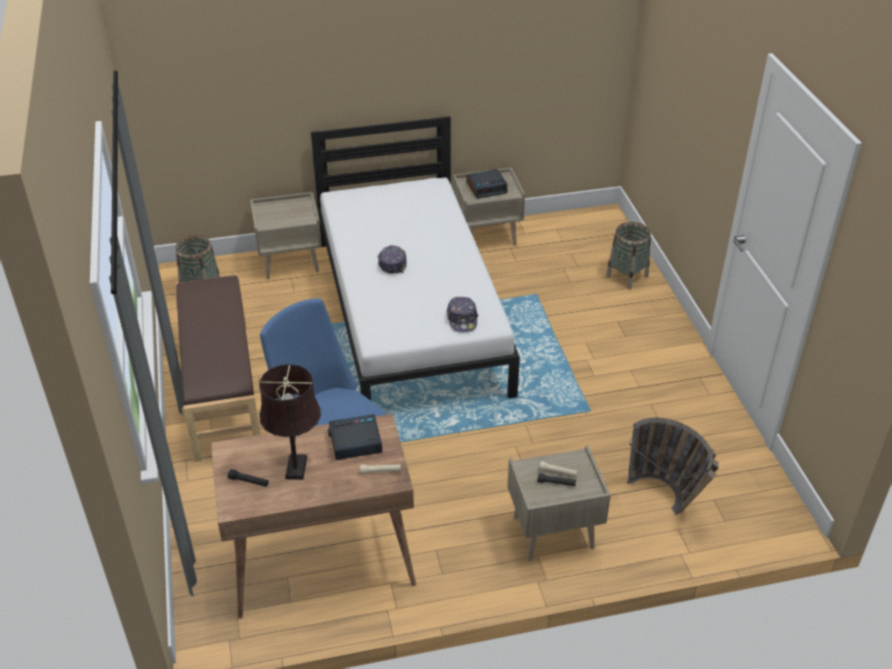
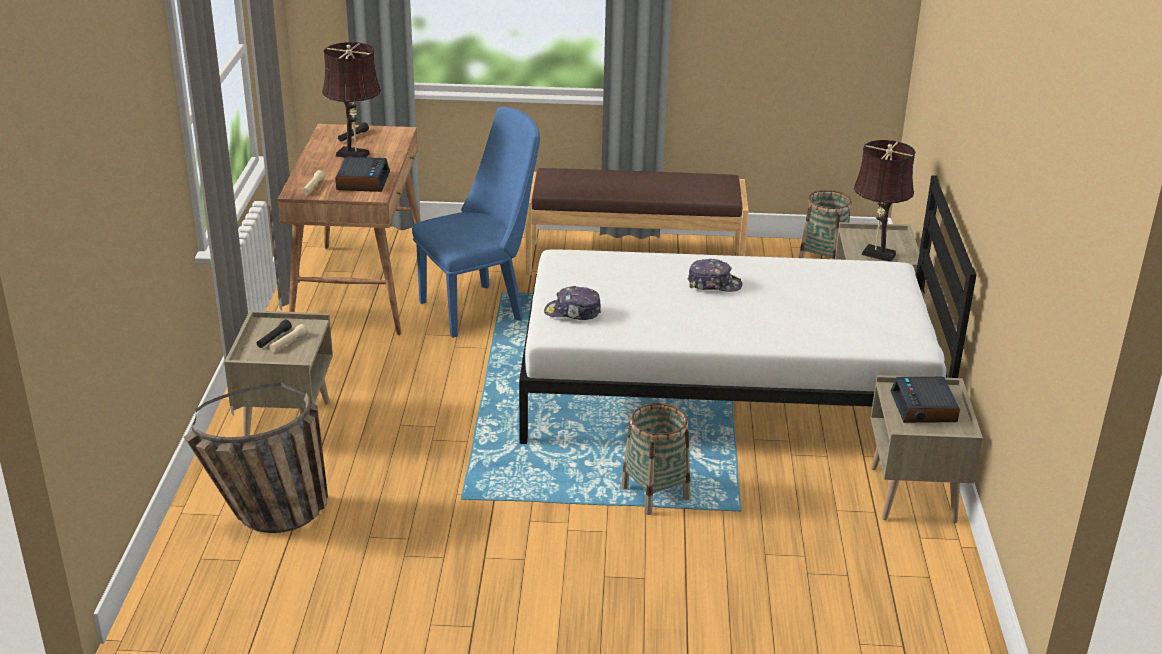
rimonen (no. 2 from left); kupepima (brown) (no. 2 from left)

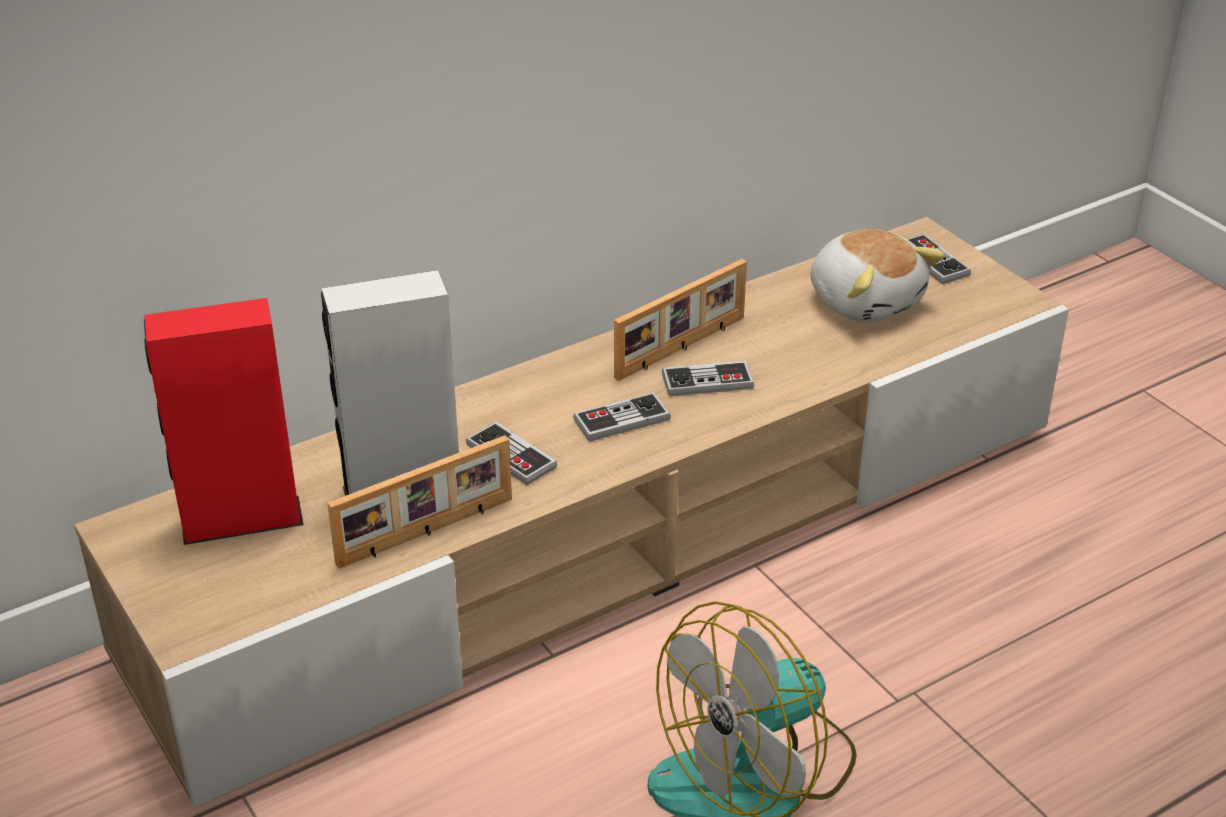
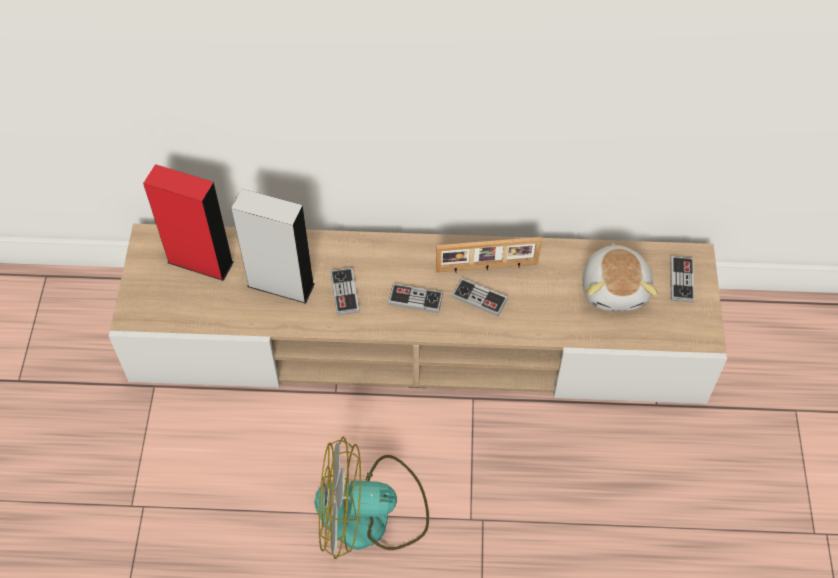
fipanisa (no. 1 from left in the first image)

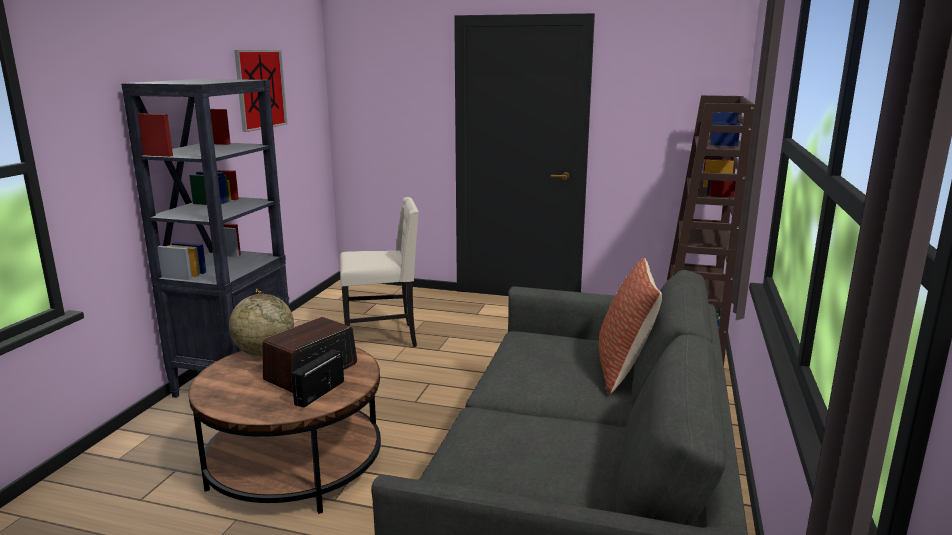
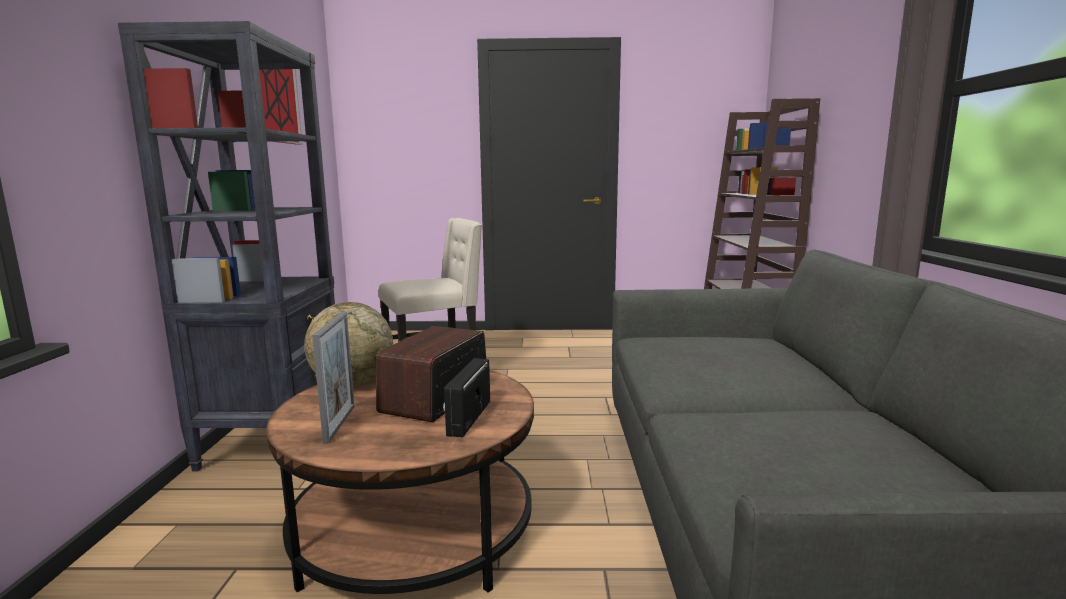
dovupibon; fipanisa

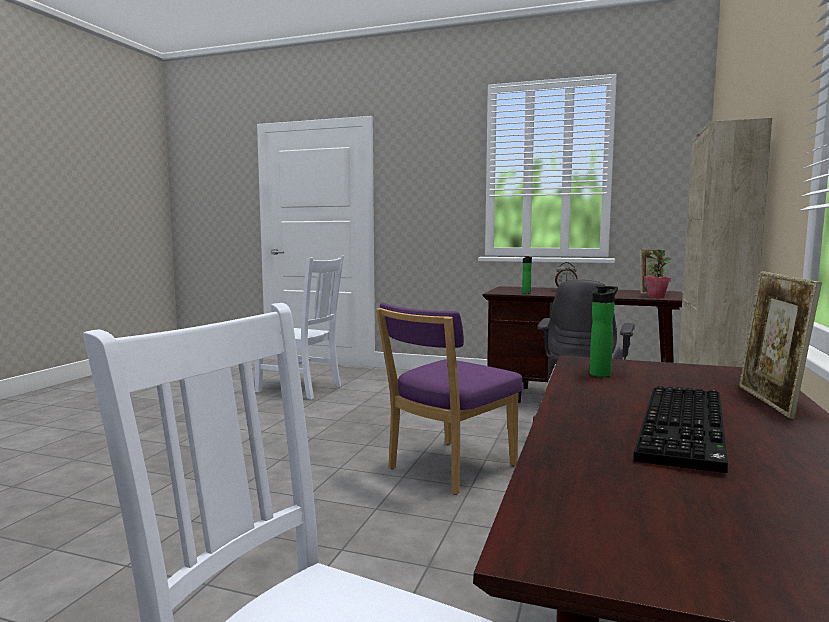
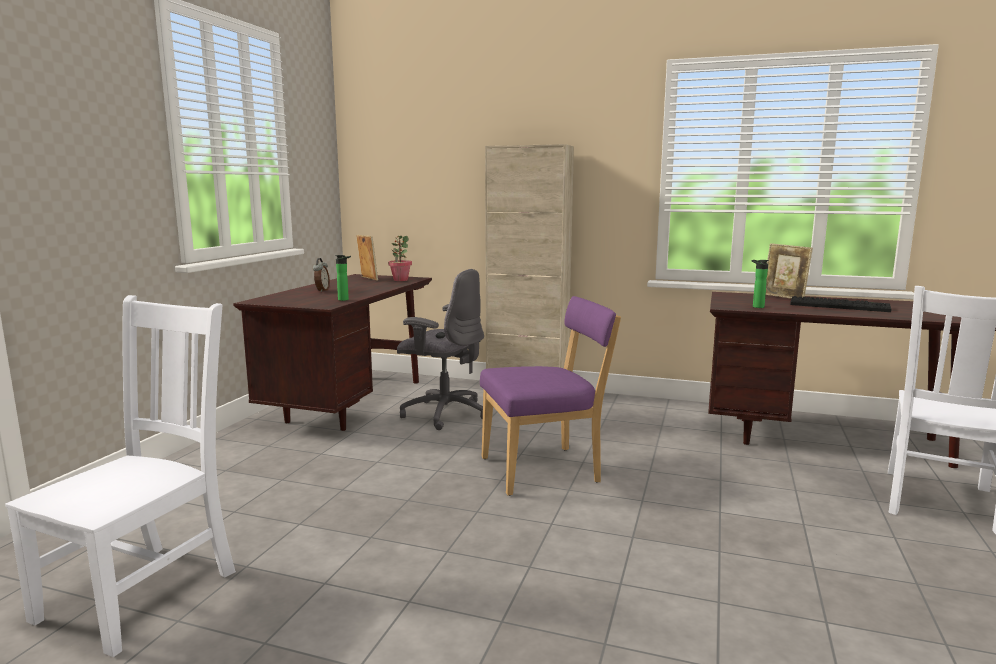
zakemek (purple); fipanisa (no. 2 from left)

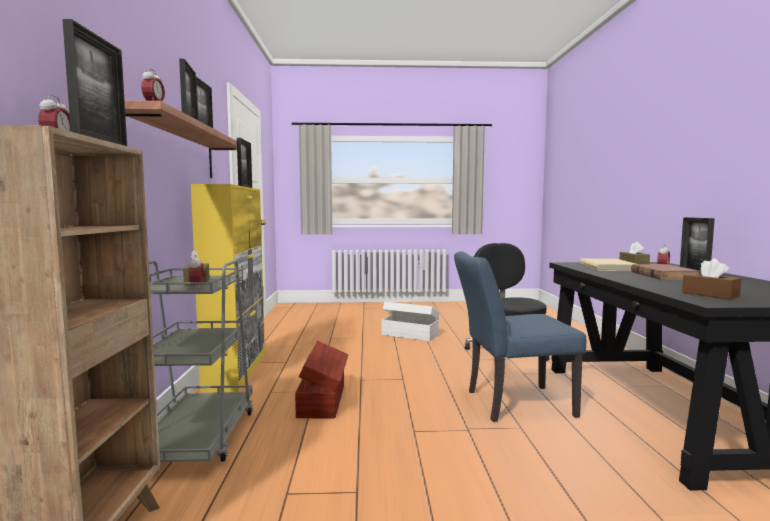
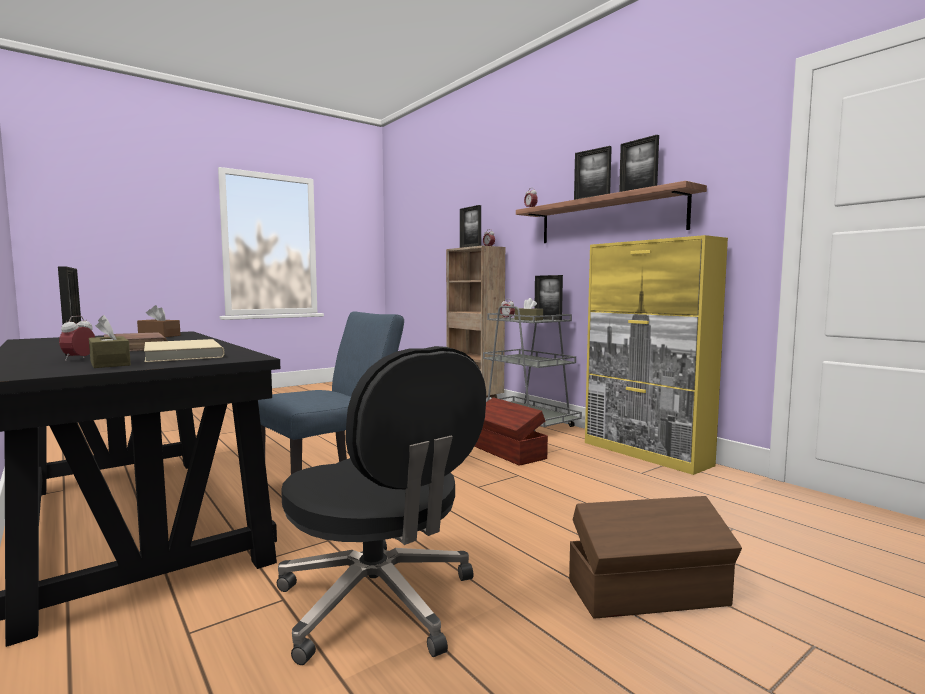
fipanisa (no. 3 from left); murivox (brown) (no. 2 from left)

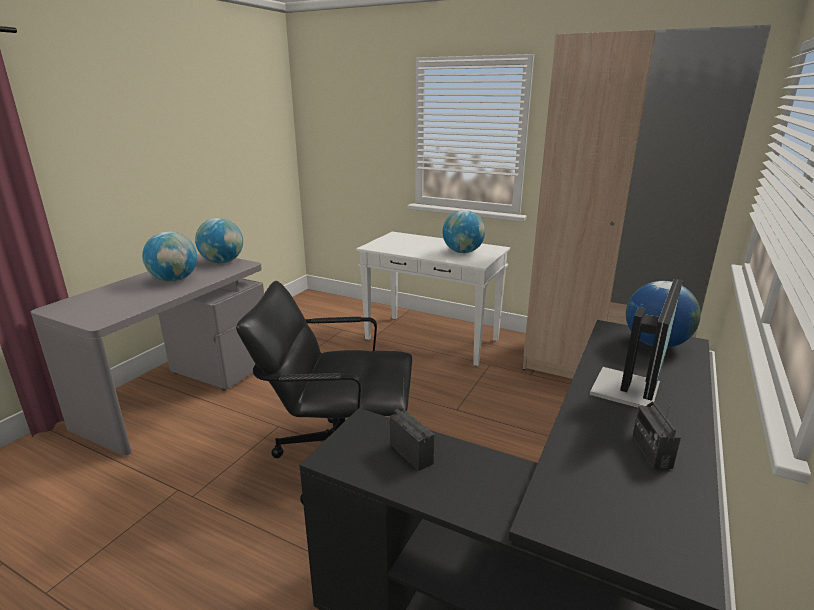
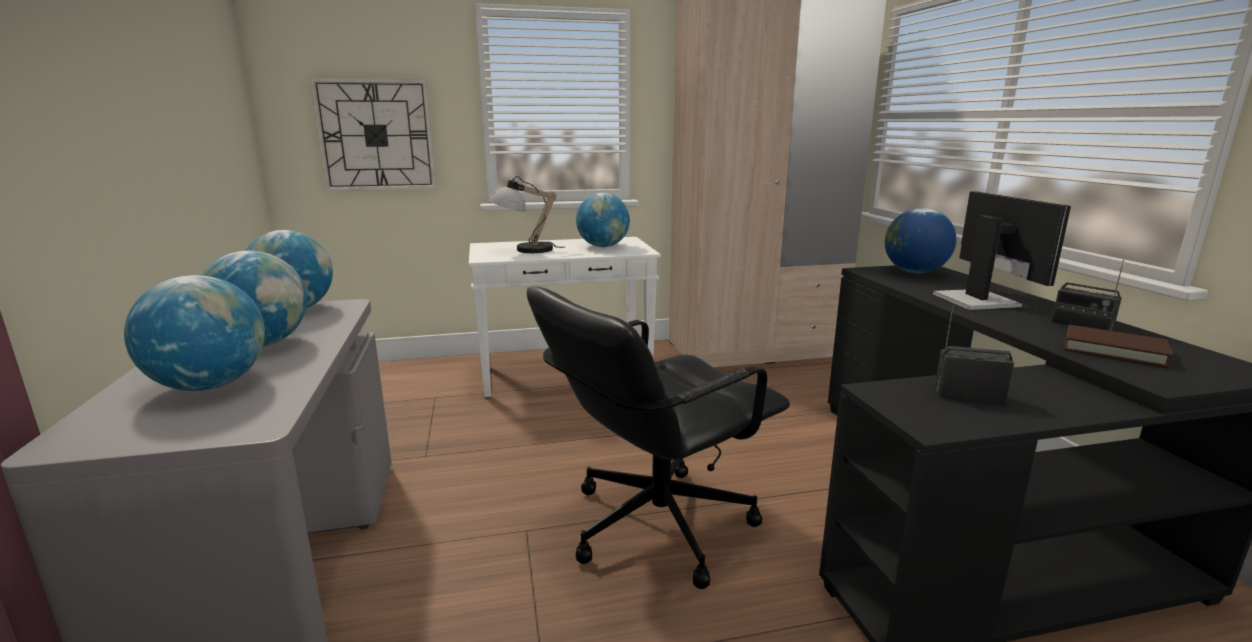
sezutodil (no. 1 from left); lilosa; kupepima; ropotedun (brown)

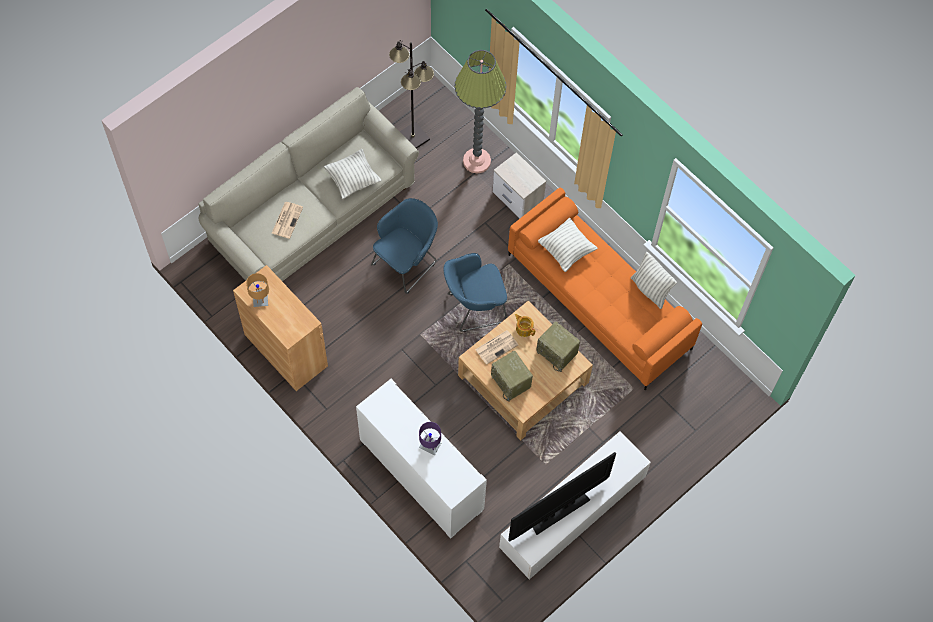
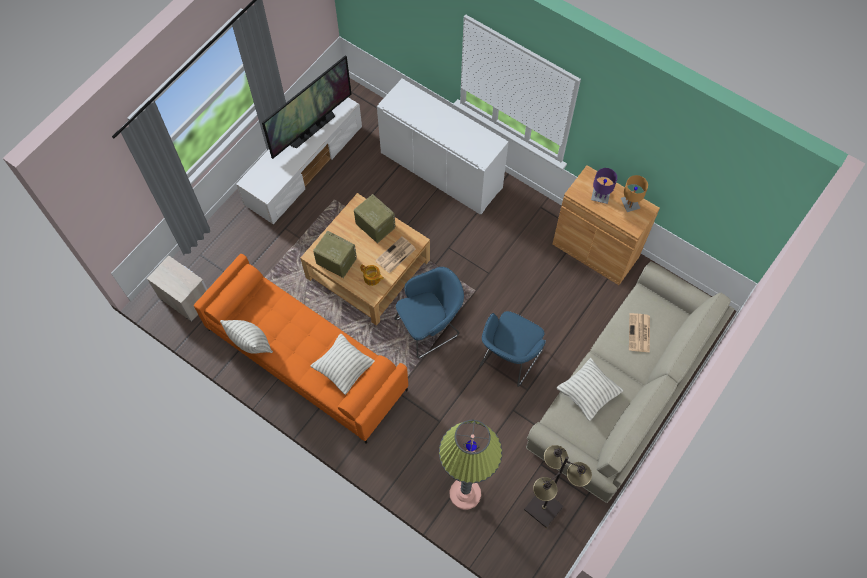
kupepima (purple); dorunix

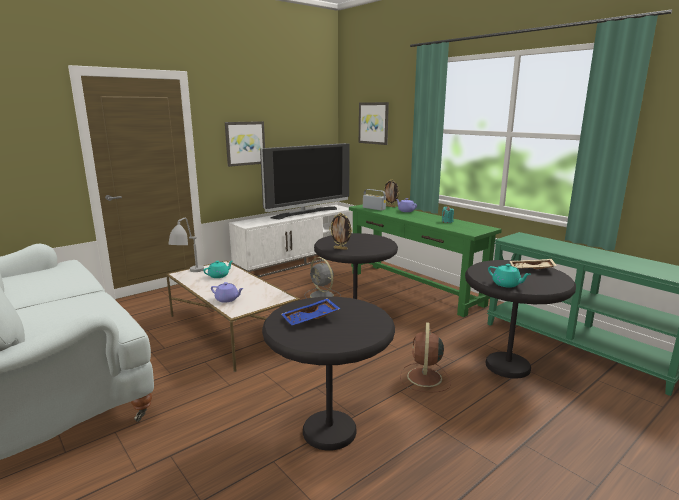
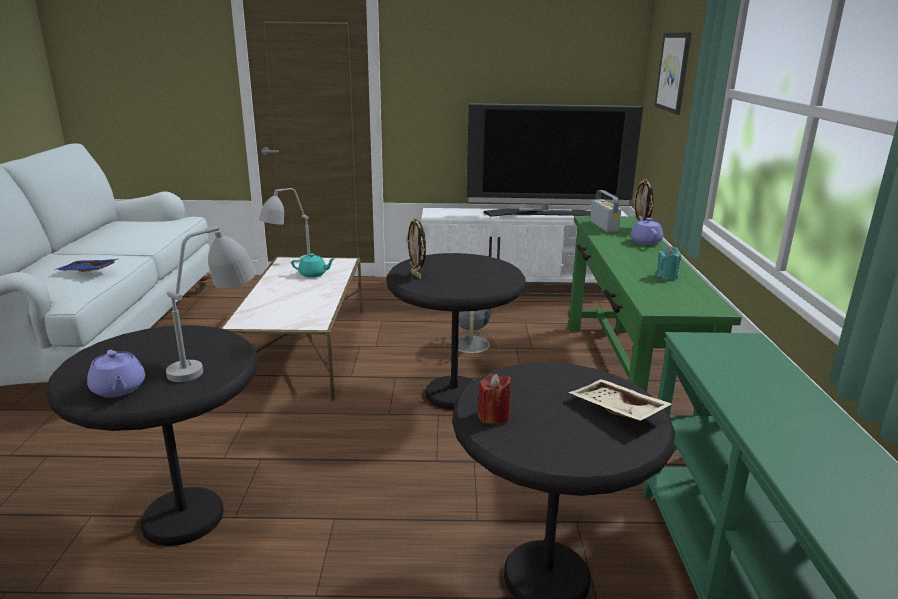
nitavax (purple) (no. 1 from left); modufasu (no. 1 from left in the first image); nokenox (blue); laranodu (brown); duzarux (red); kupepima (grey) (no. 1 from left)

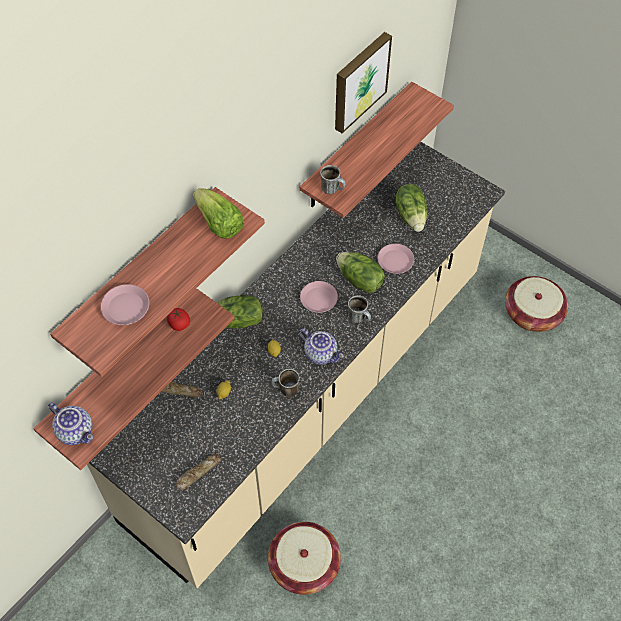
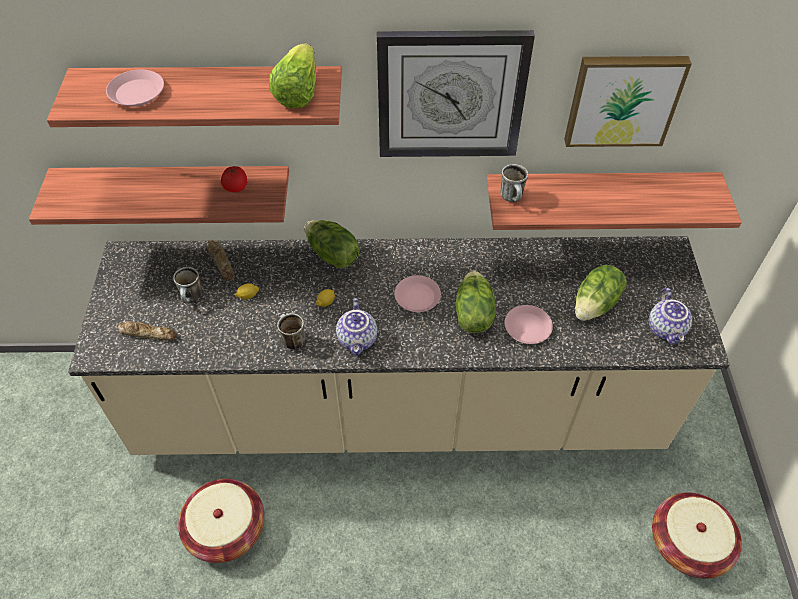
nitavax (no. 2 from left); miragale (no. 1 from left); lilosa

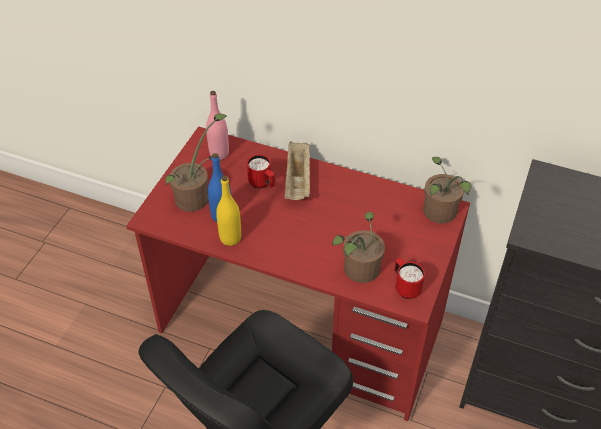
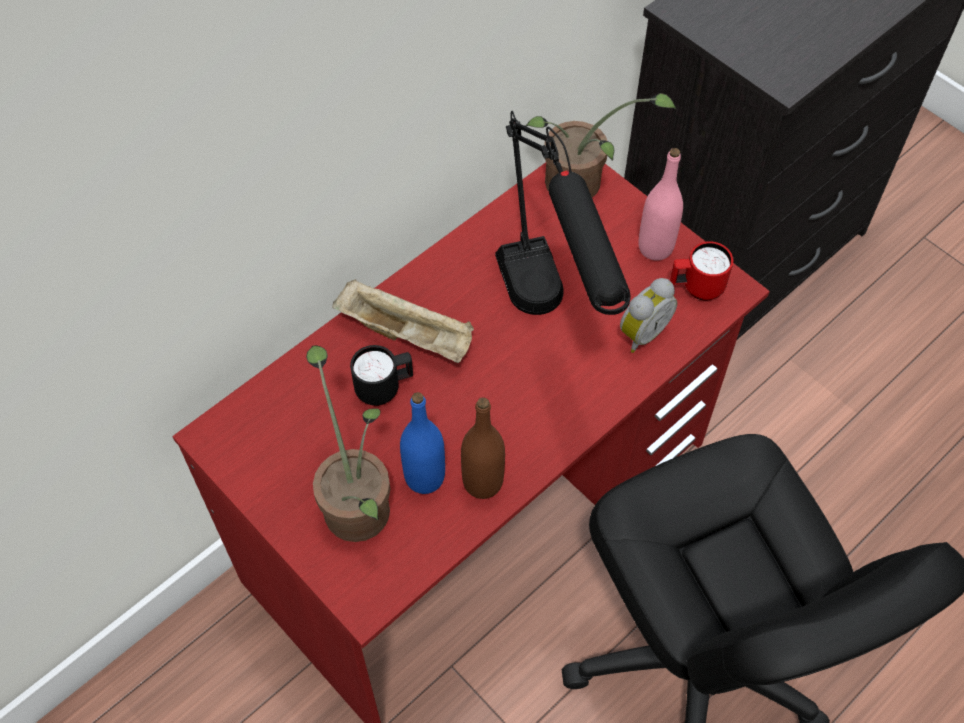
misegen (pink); misegen (brown); miragale (black); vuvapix; kupepima (black)

